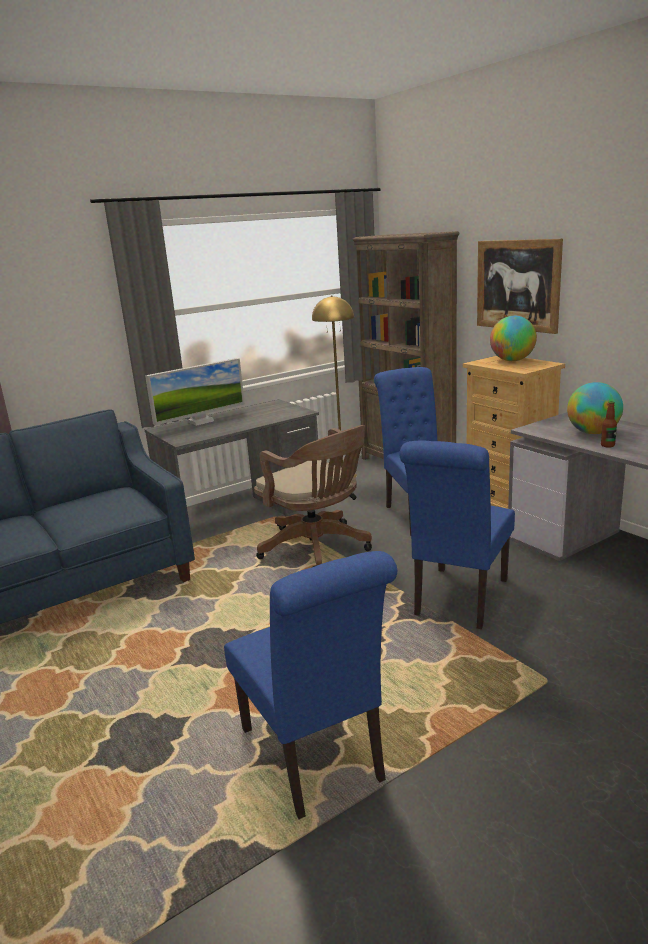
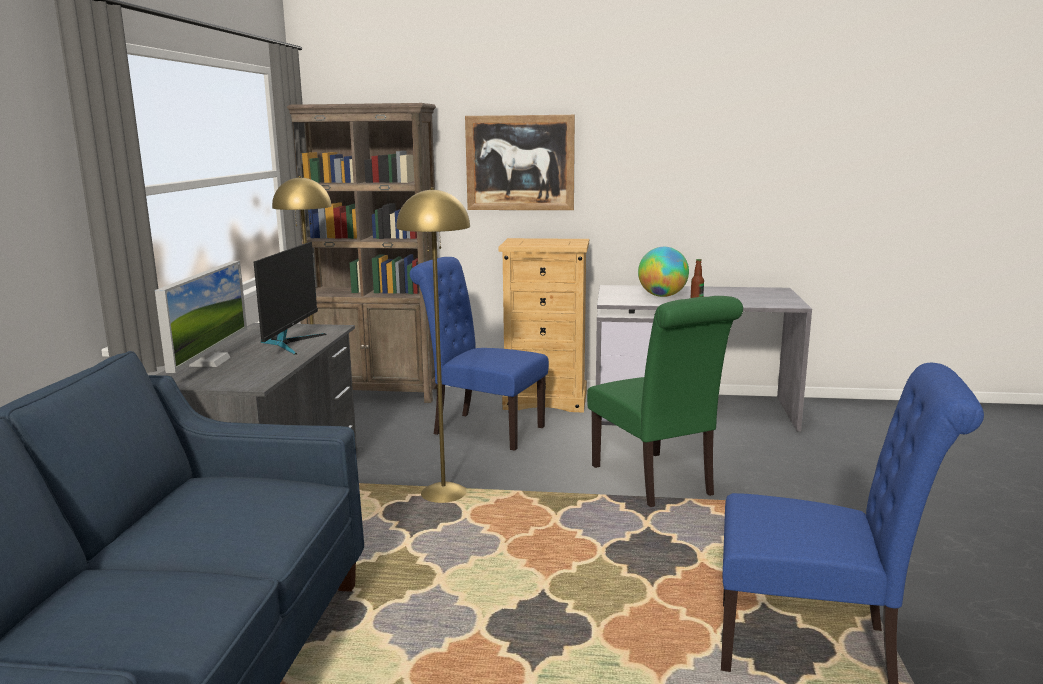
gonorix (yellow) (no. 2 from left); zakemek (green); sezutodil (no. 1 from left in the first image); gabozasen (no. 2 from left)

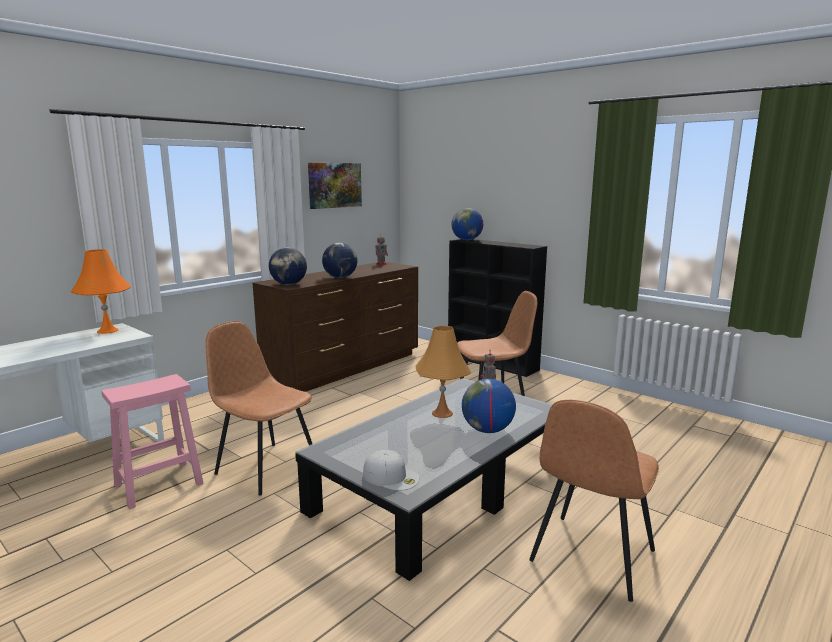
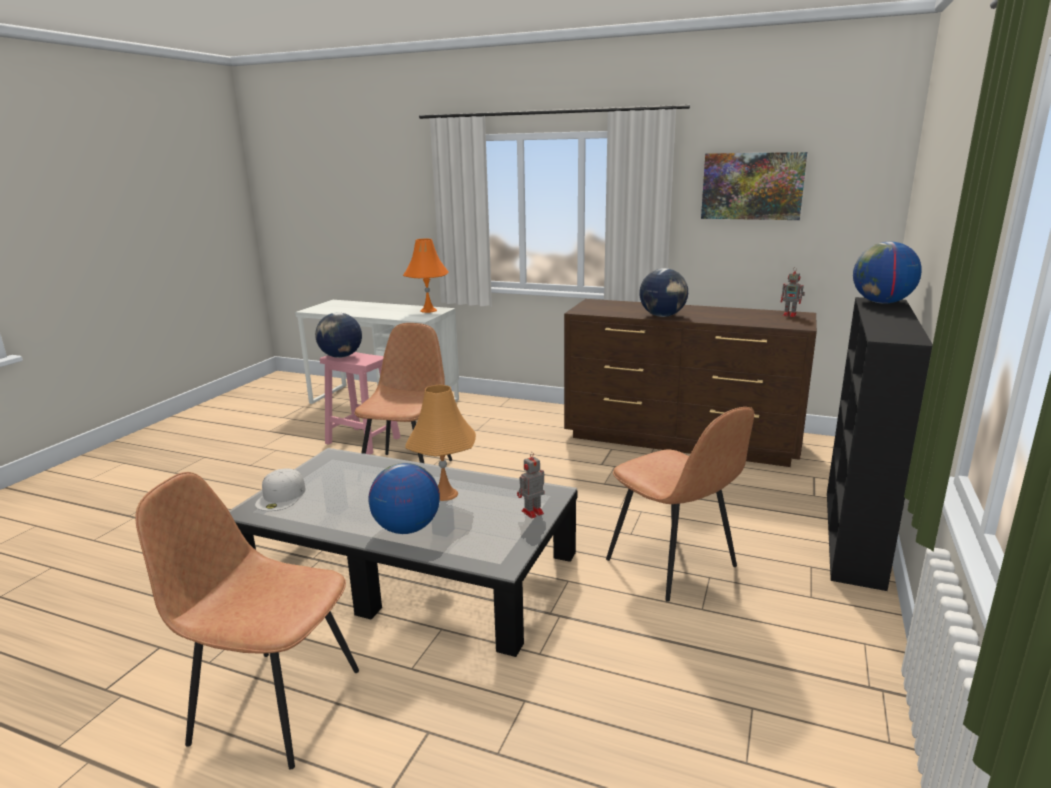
sezutodil (no. 1 from left)

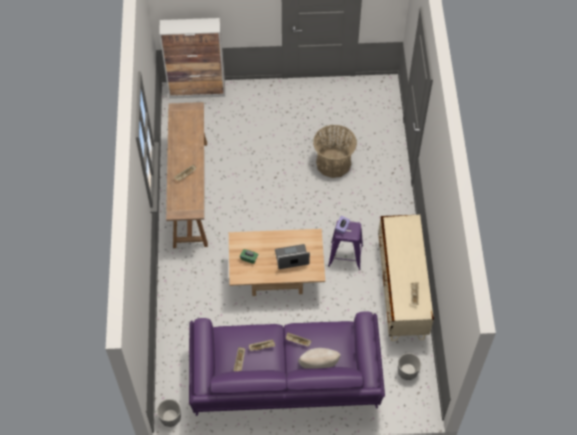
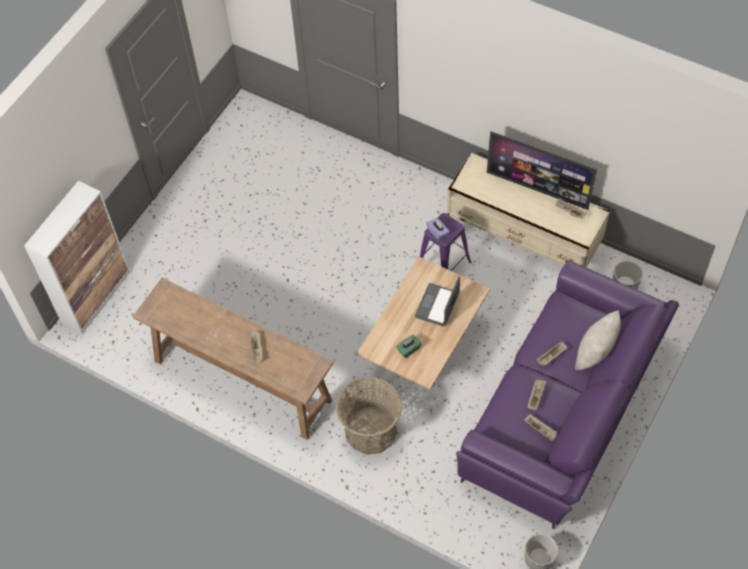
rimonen; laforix

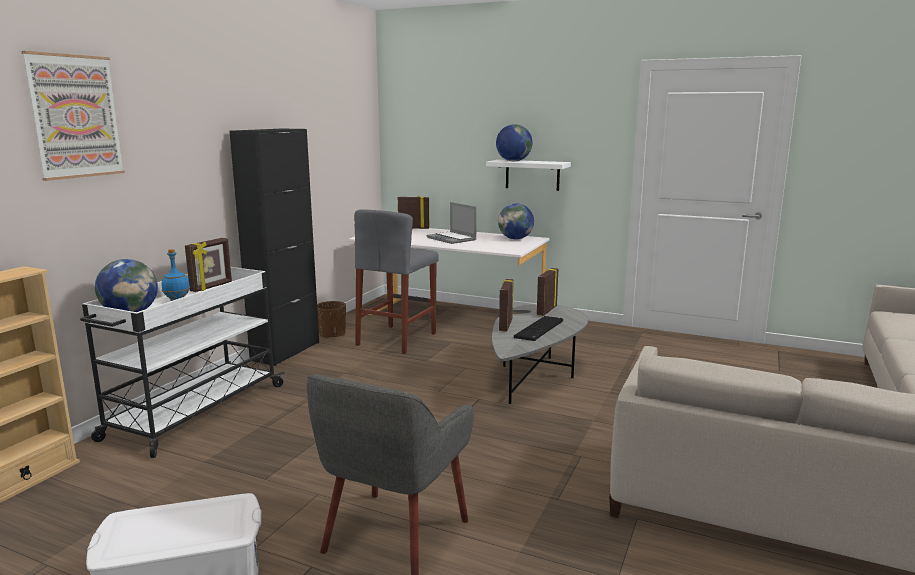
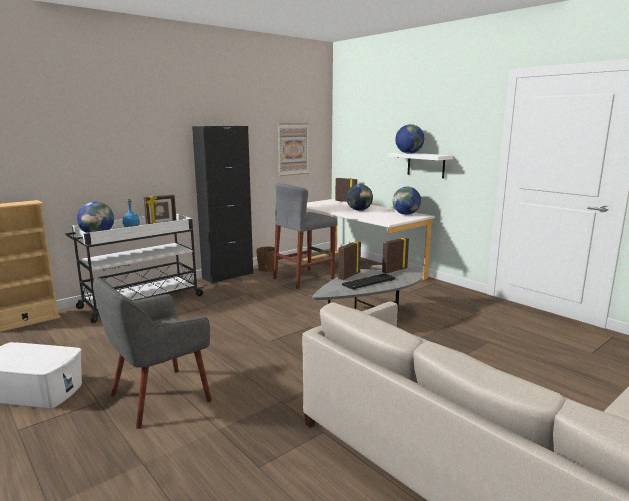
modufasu; sezutodil (no. 2 from left)

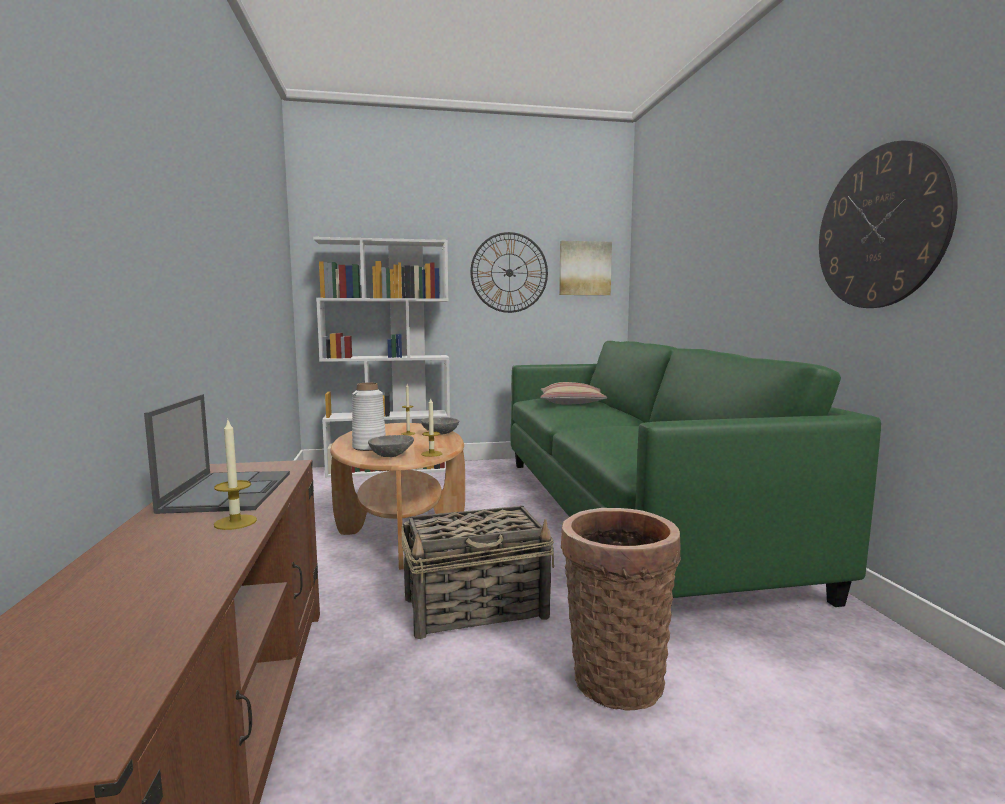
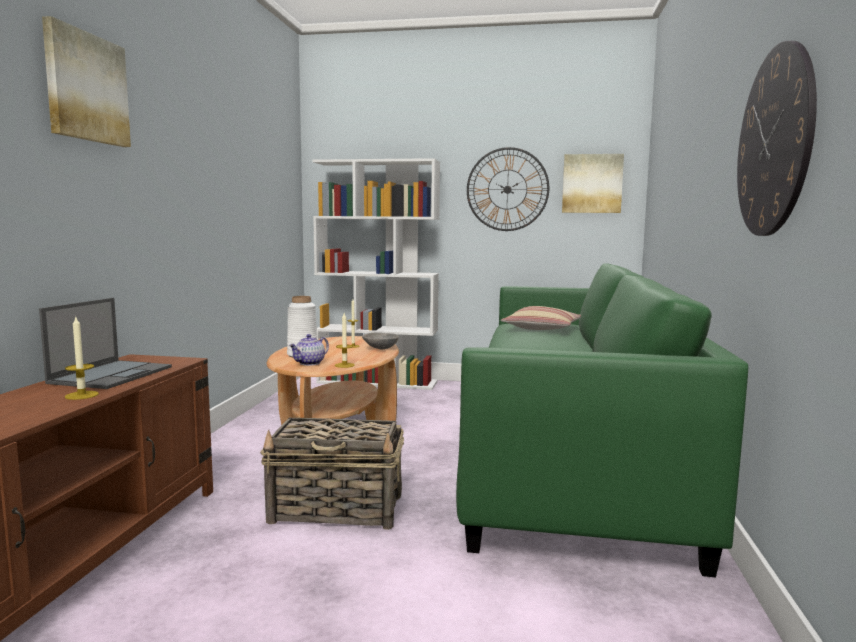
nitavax; rimonen (no. 2 from left in the first image); modufasu (no. 1 from left)

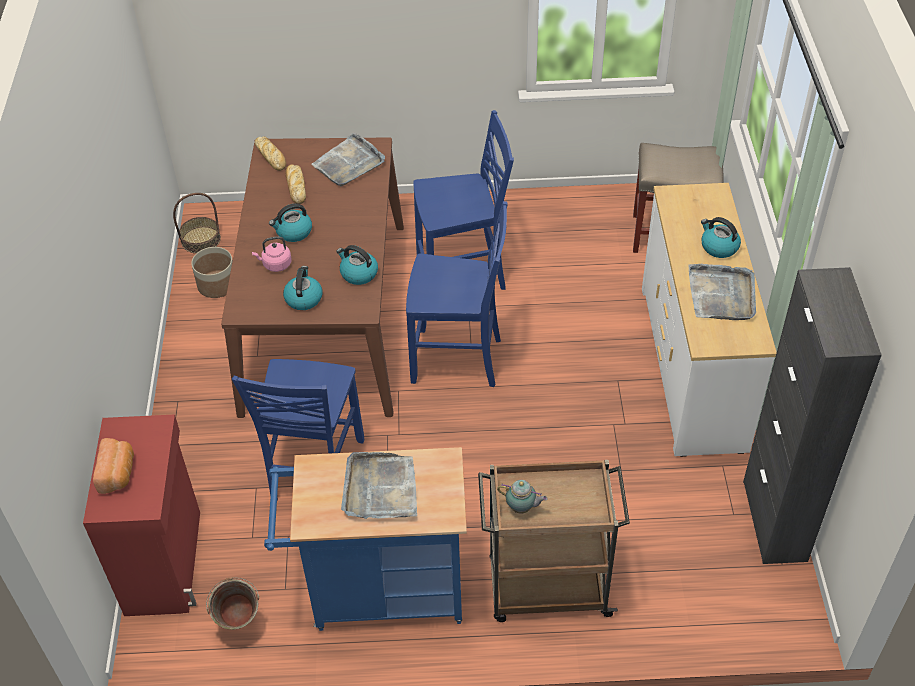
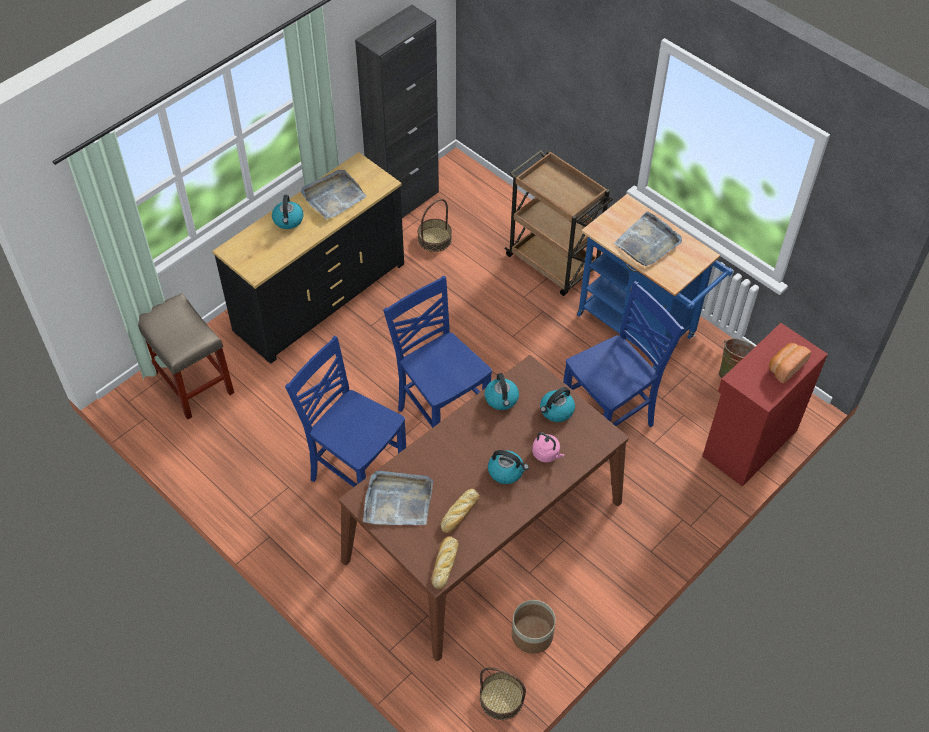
nitavax; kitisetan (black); rimonen (no. 1 from left)

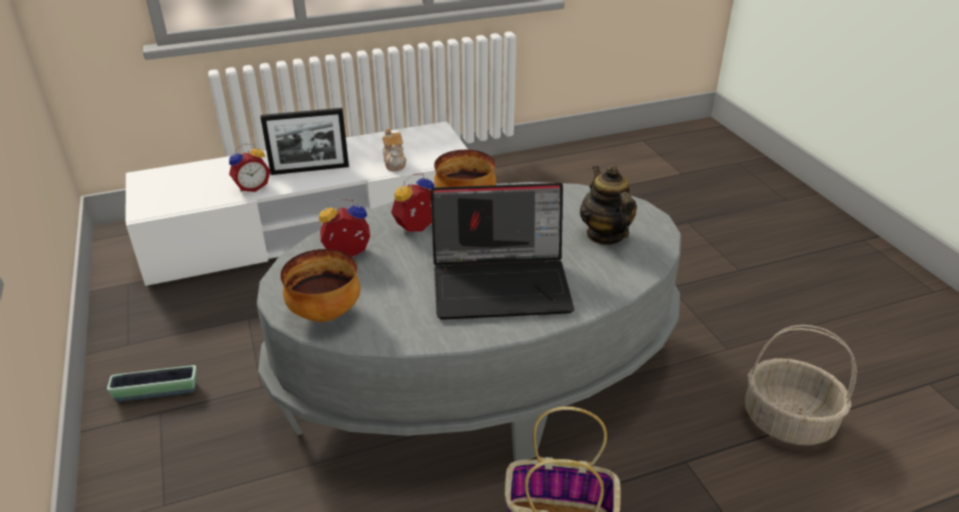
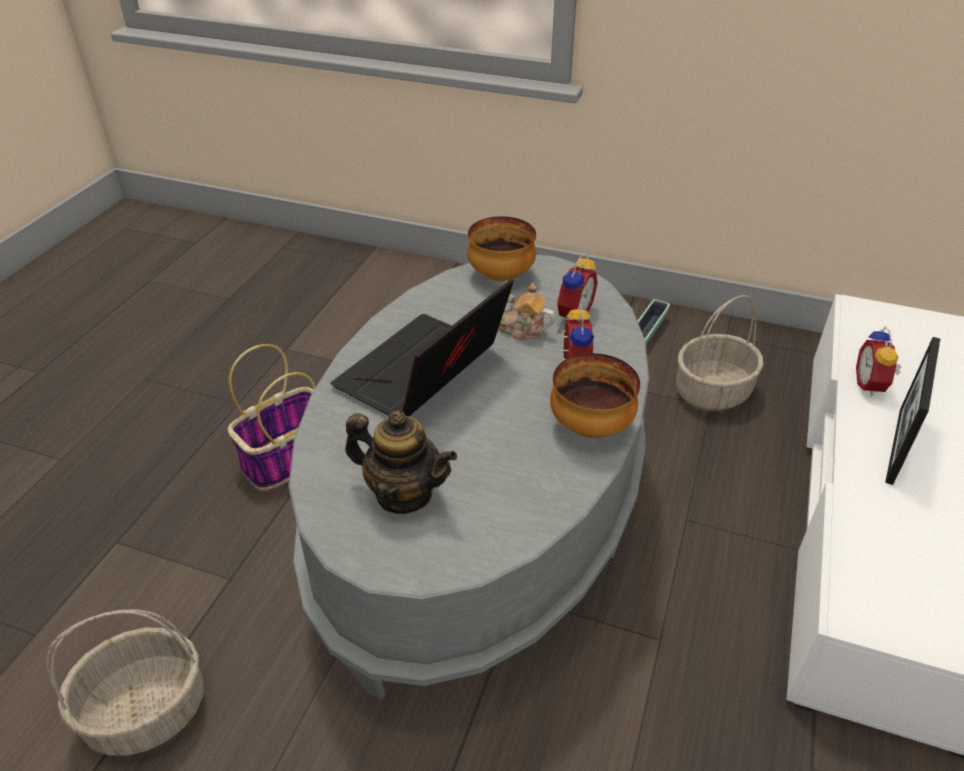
nitavax (no. 2 from left); rimonen (no. 3 from left)

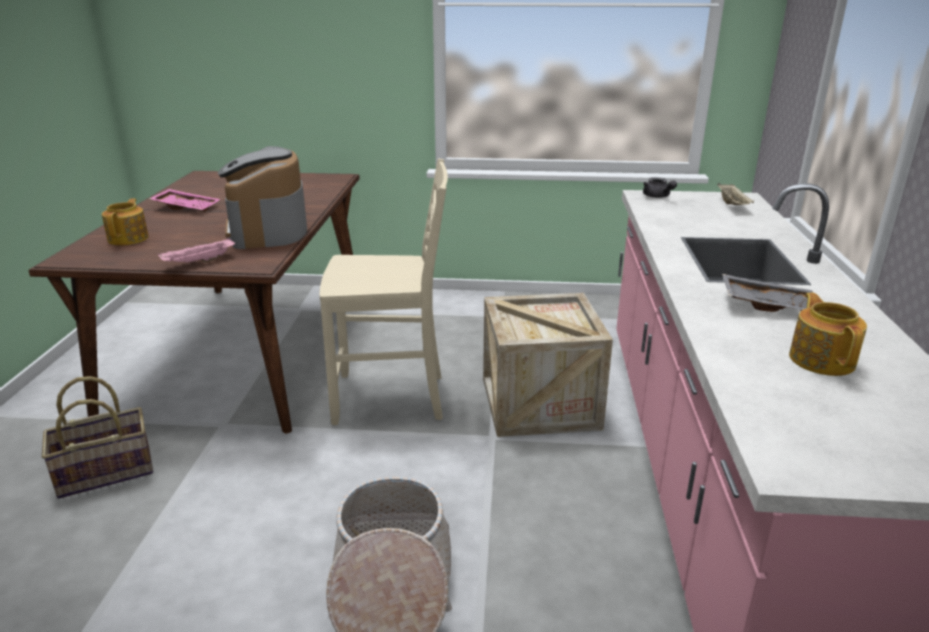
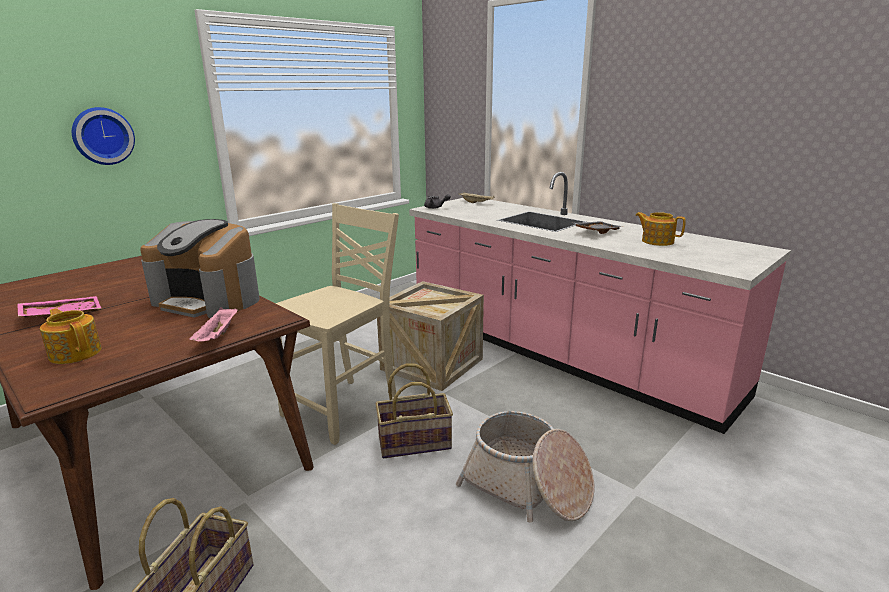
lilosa; rimonen (no. 2 from left)

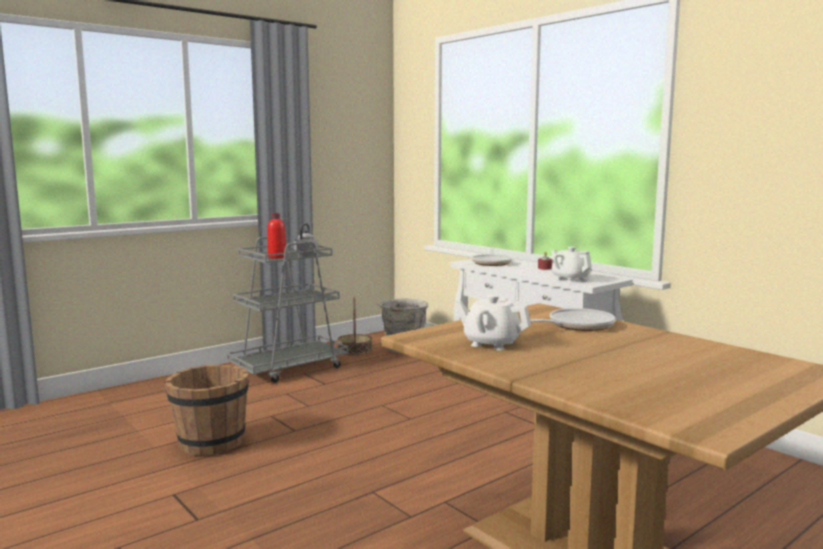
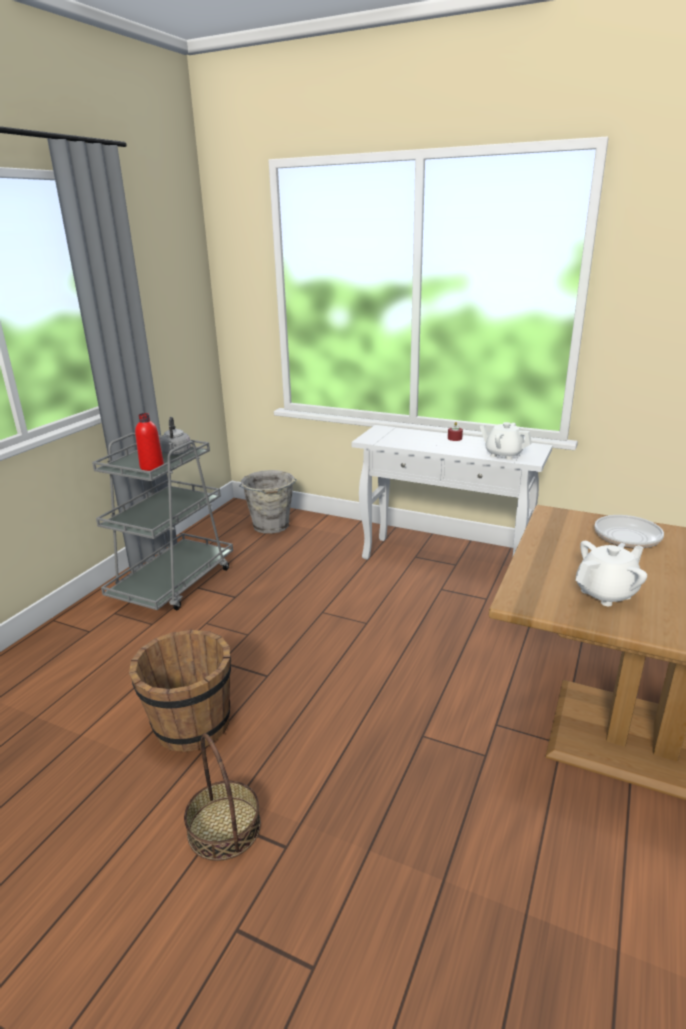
rimonen; nitavax (white) (no. 2 from left); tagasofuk (no. 1 from left in the first image)

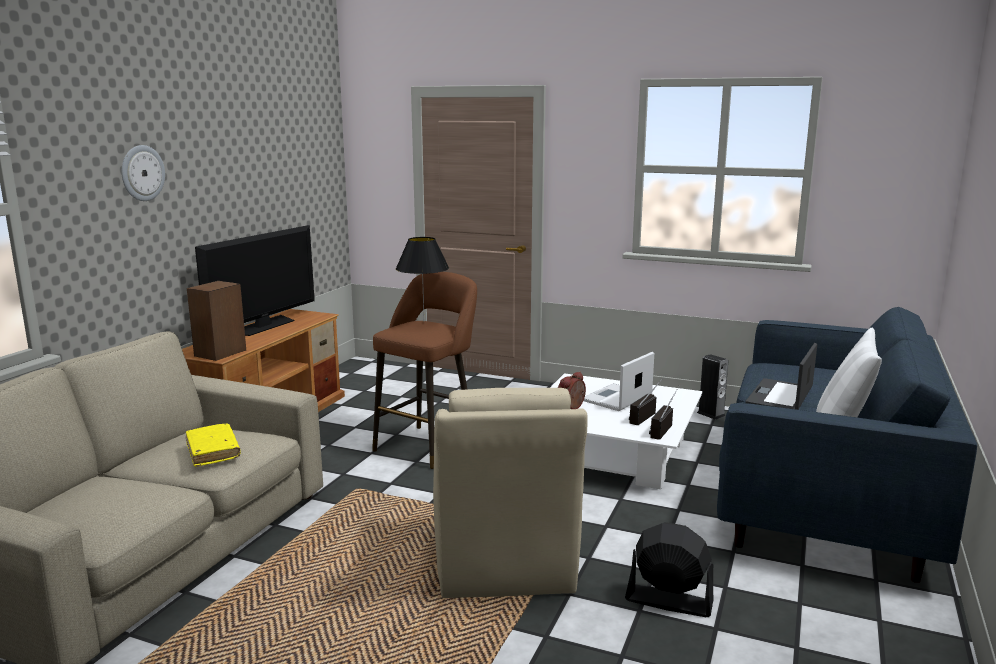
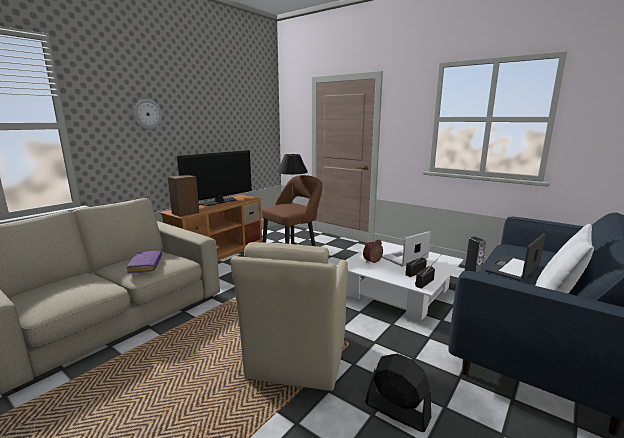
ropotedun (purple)

